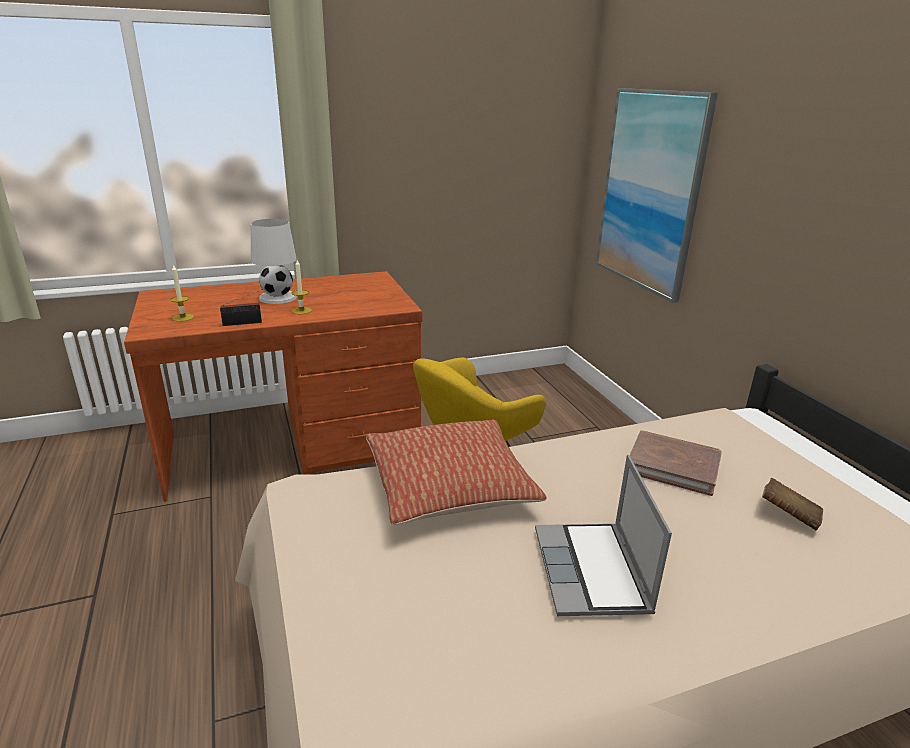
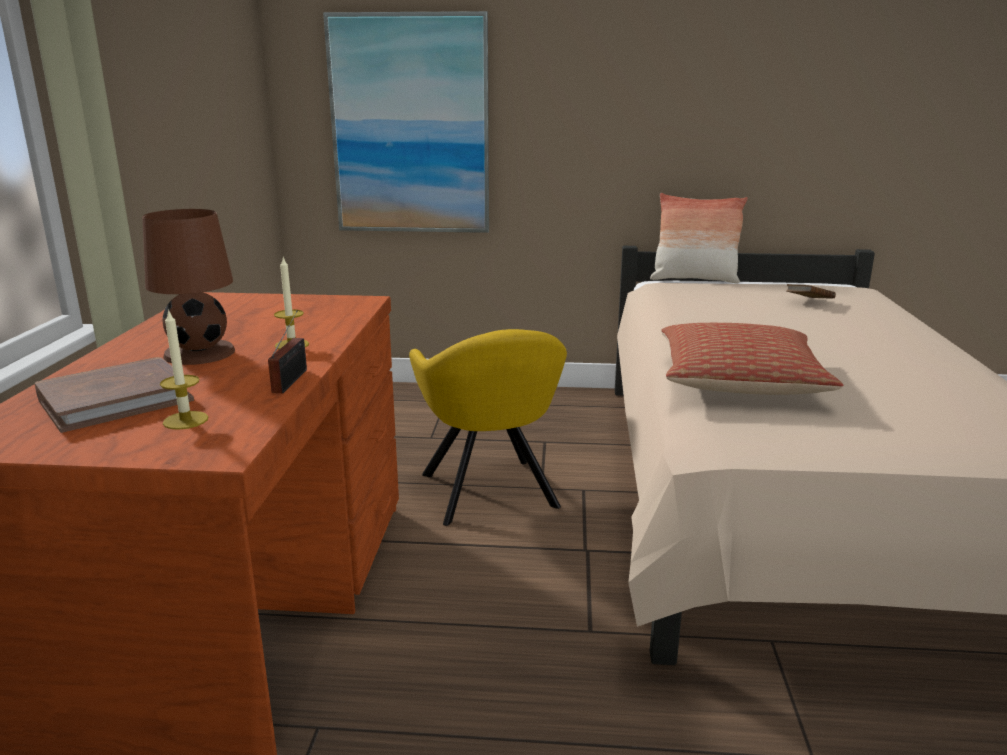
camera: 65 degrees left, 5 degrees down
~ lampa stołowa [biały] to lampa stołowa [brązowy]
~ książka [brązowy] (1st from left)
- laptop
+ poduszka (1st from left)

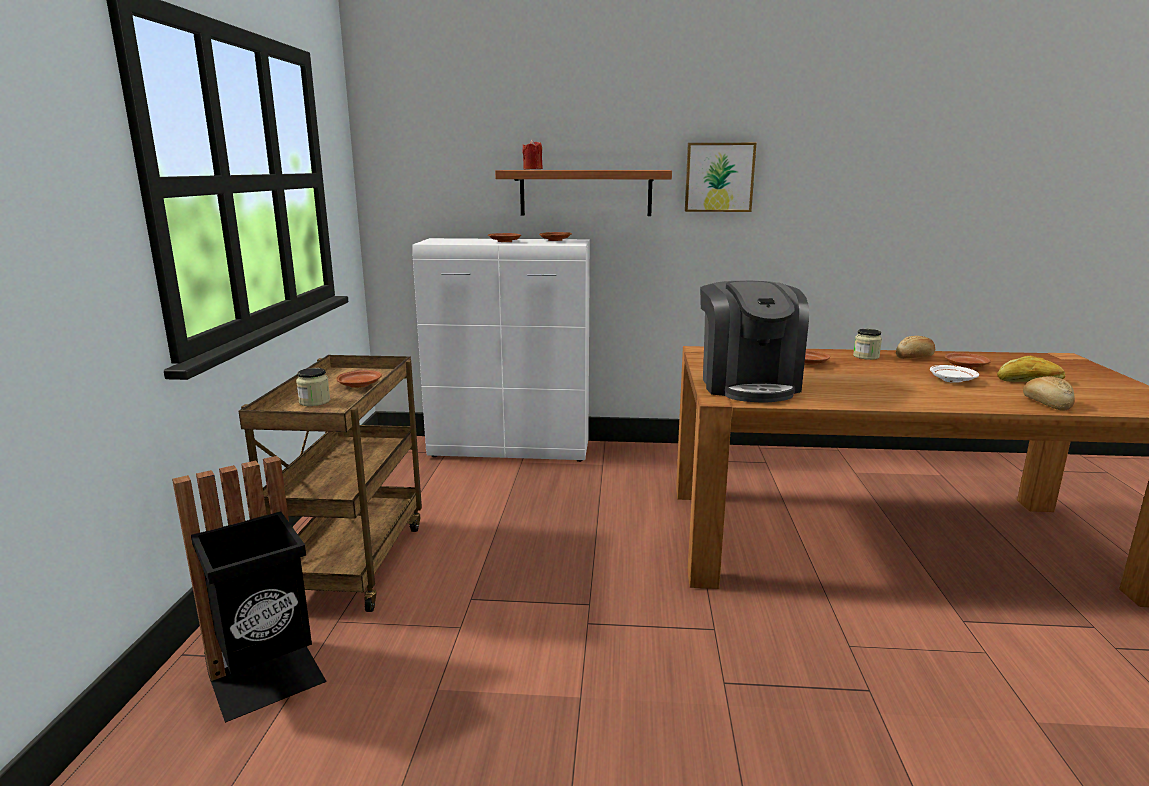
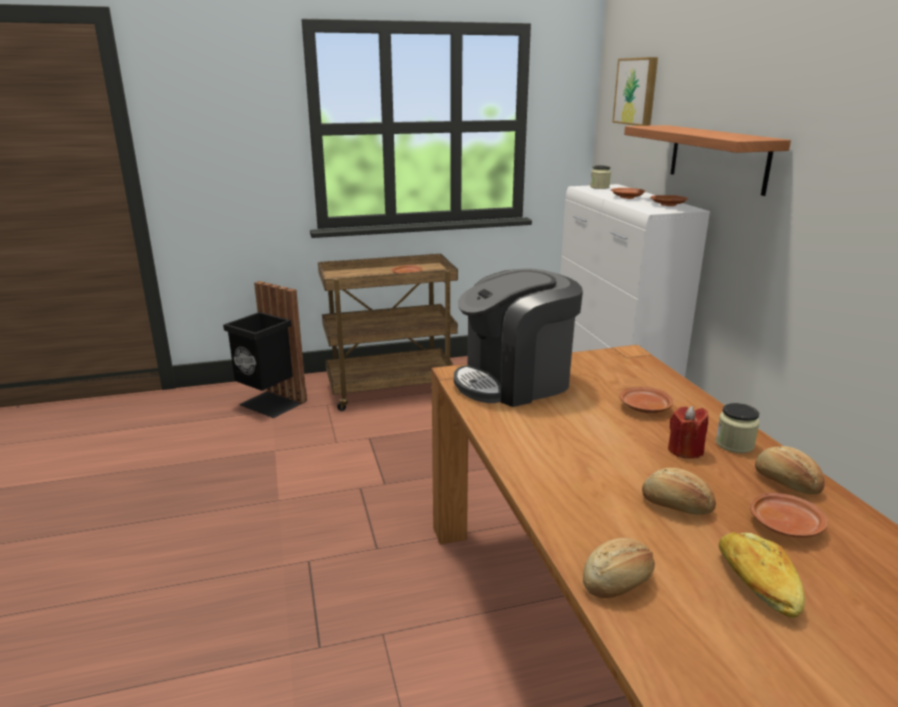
camera: 70 degrees right, 5 degrees up
~ świeca [czerwony]
~ obraz
~ talerz [biały] to chleb (2nd from left)
~ słoik (1st from left)

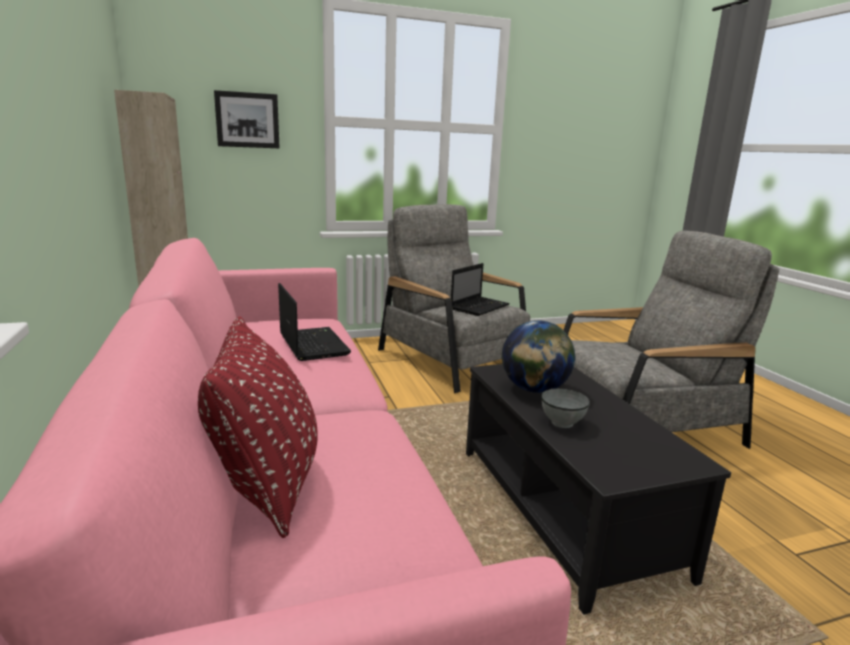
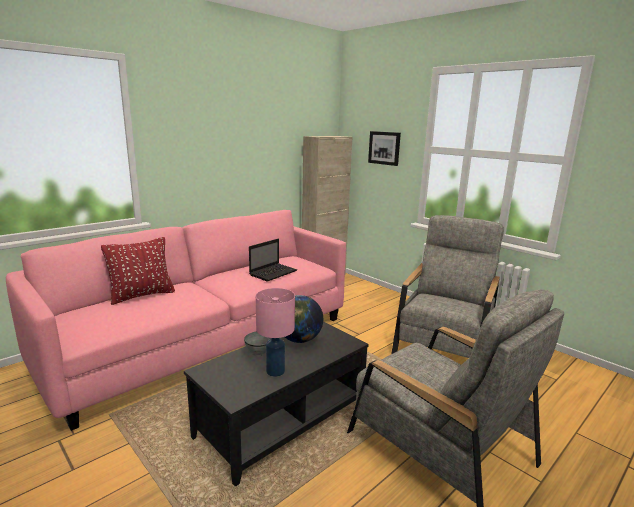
camera: 65 degrees right, 0 degrees up
- laptop (2nd from left)
+ lampa stołowa [różowy]

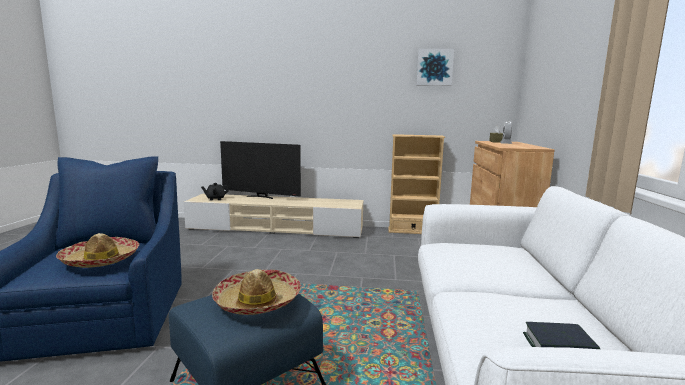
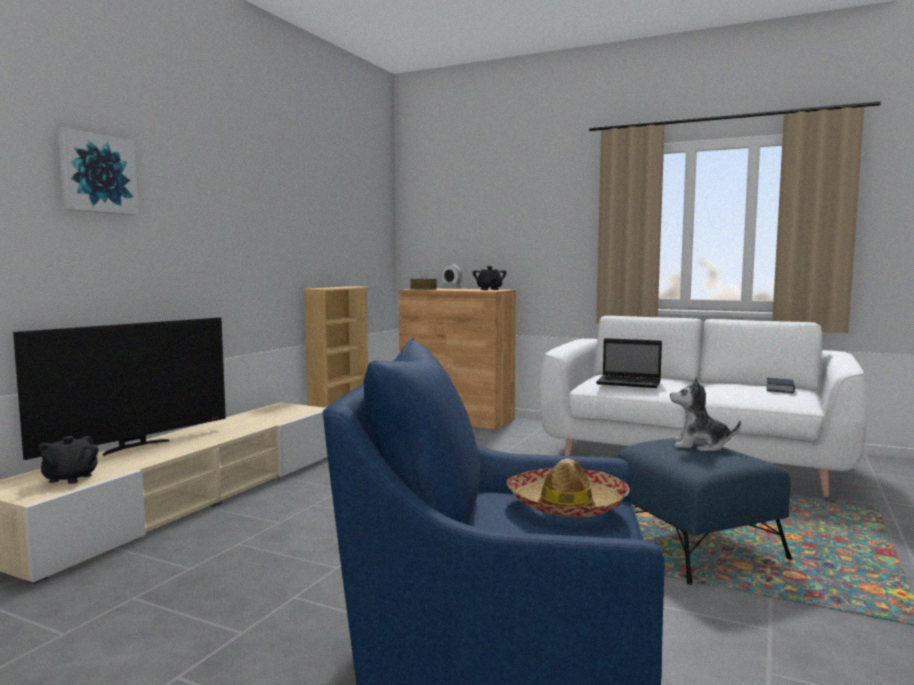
camera: 70 degrees left, 5 degrees down
~ obraz
~ kapelusz (2nd from left) to pluszak
+ imbryk [czarny] (2nd from left)
+ laptop

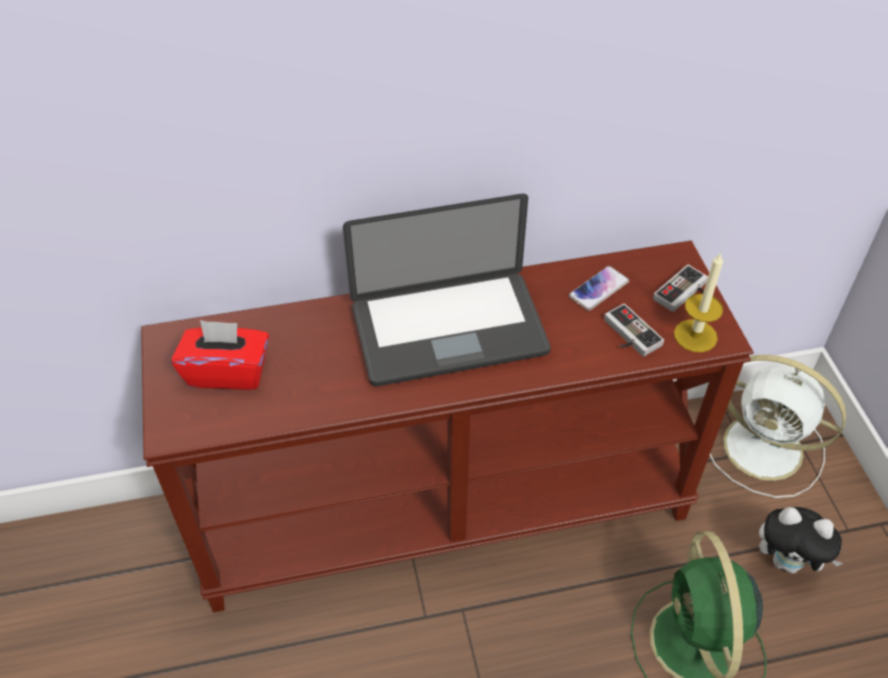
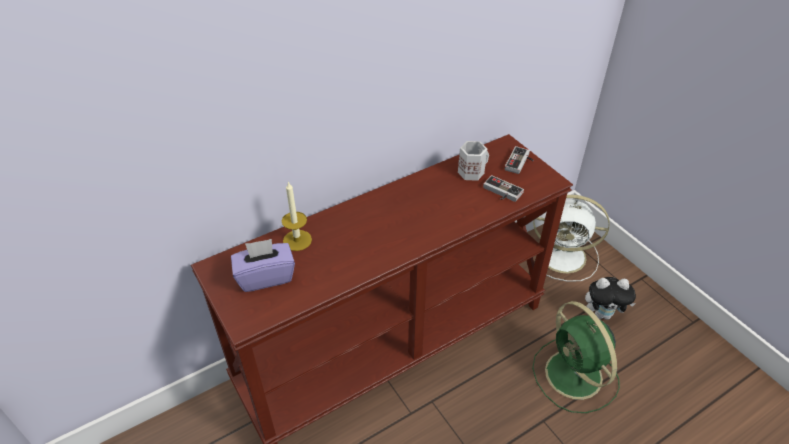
camera: 20 degrees left, 5 degrees down
- laptop
~ świeca
~ telefon to kubek [biały]
~ pudełko chusteczek [czerwony] to pudełko chusteczek [fioletowy]

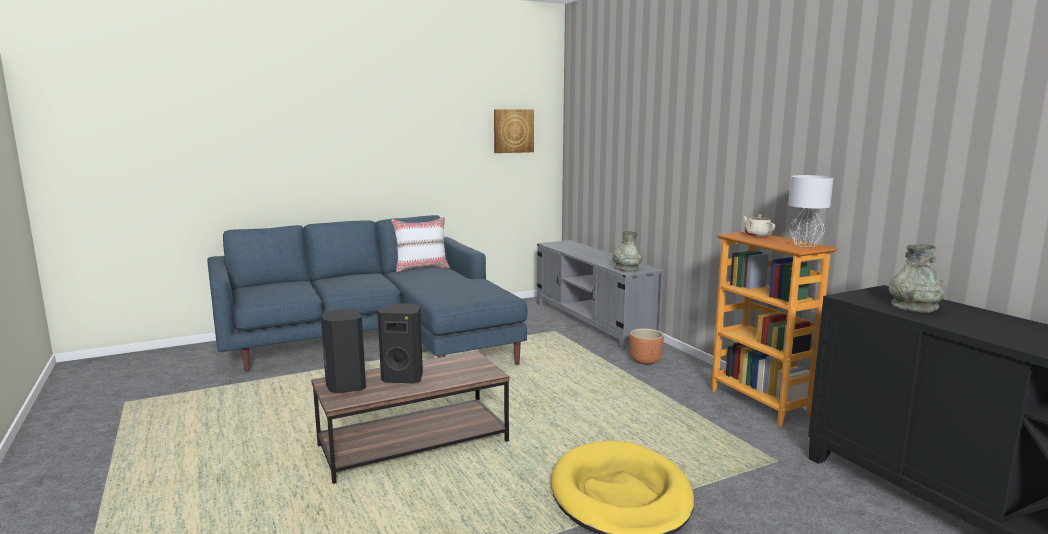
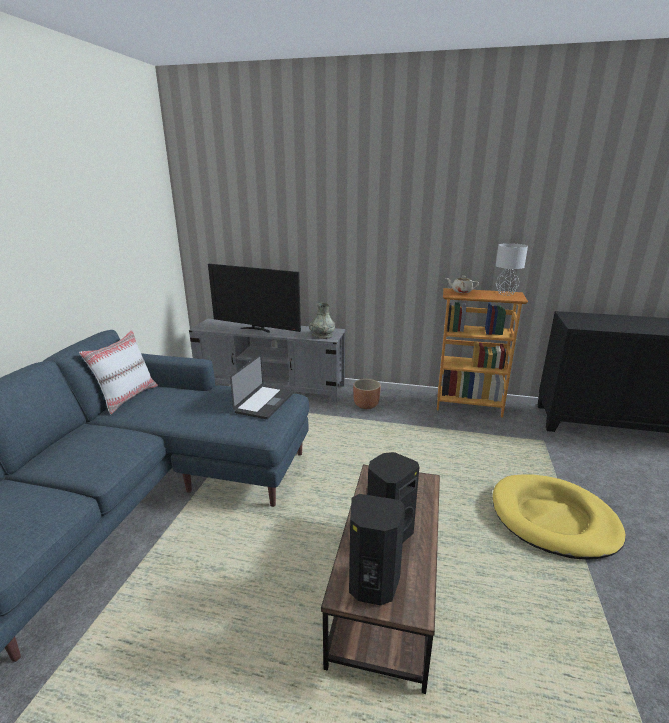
camera: 50 degrees left, 10 degrees up
- obraz
- wazon [szary] (2nd from left)
+ telewizor
+ laptop

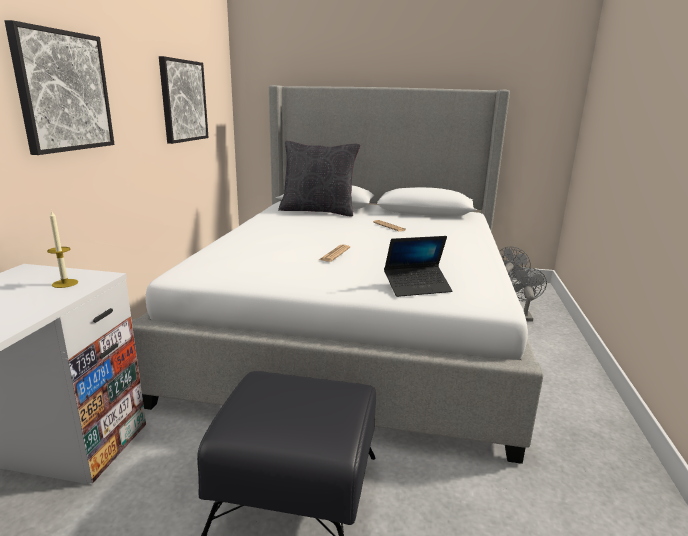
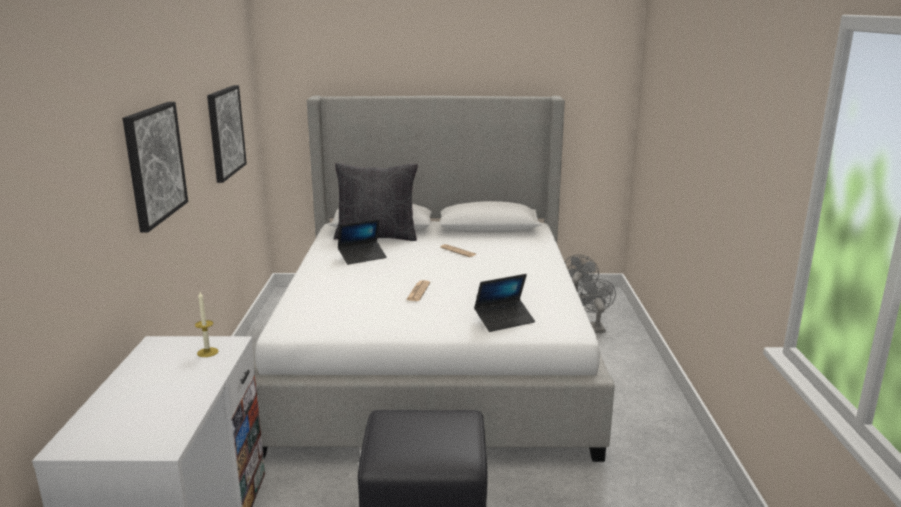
camera: 10 degrees left, 0 degrees up
+ laptop (1st from left)

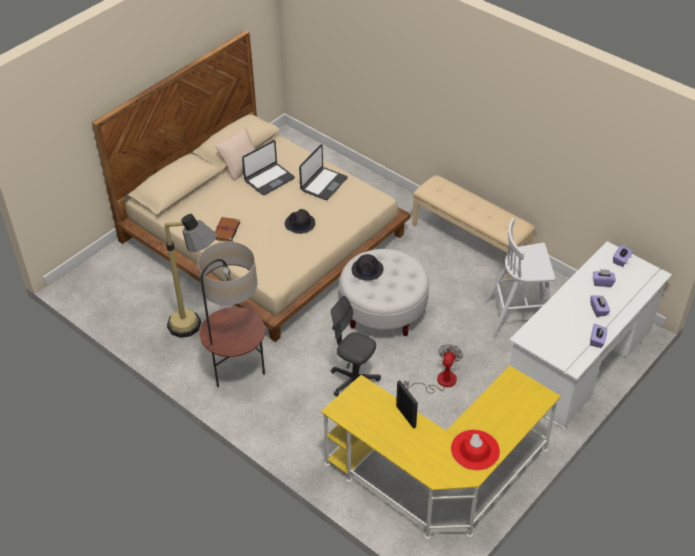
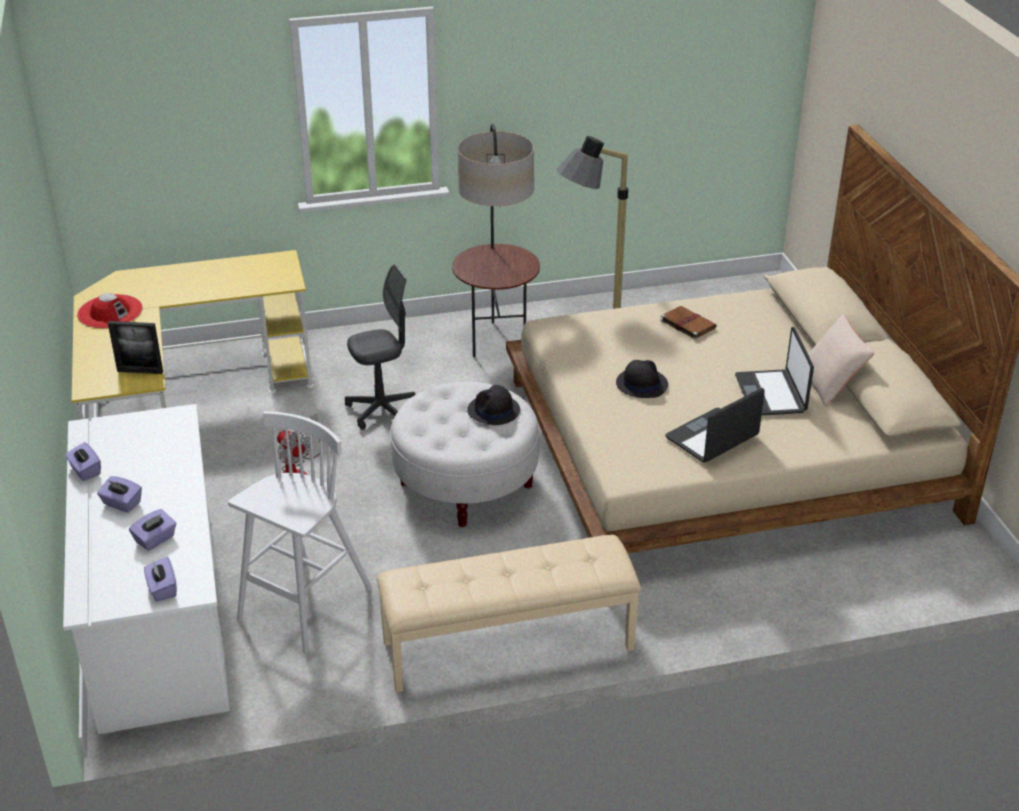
camera: 125 degrees right, 10 degrees down
~ laptop (2nd from left in the first image) 75 degrees clockwise
~ ramka na zdjęcie

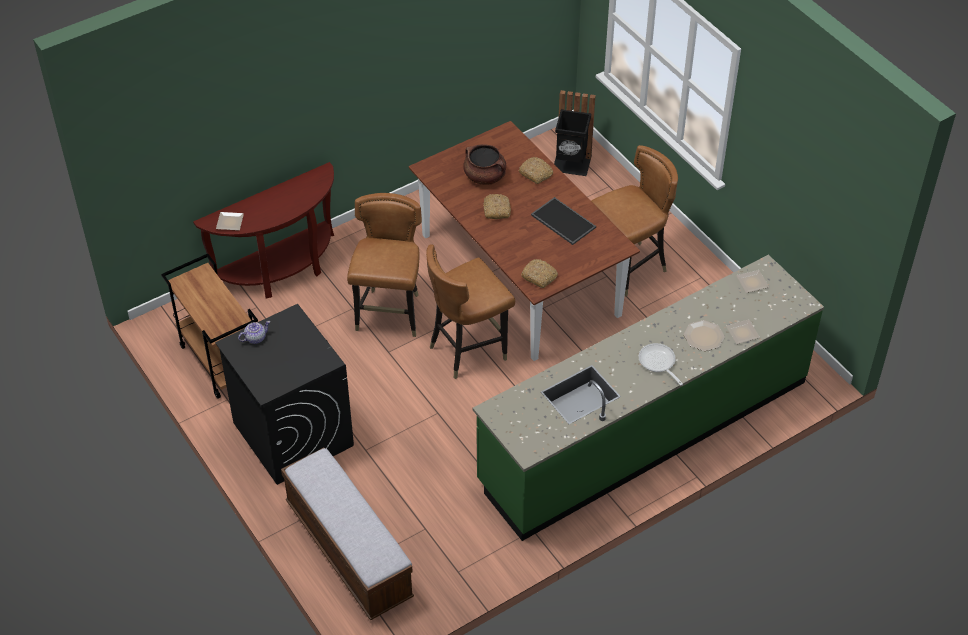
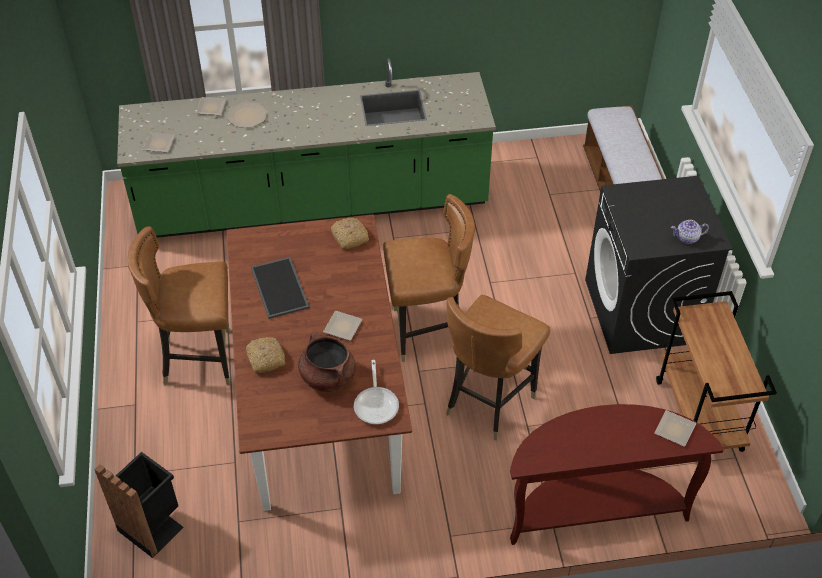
camera: 155 degrees left, 0 degrees up
~ chleb (1st from left) to talerz (4th from left)
~ patelnia

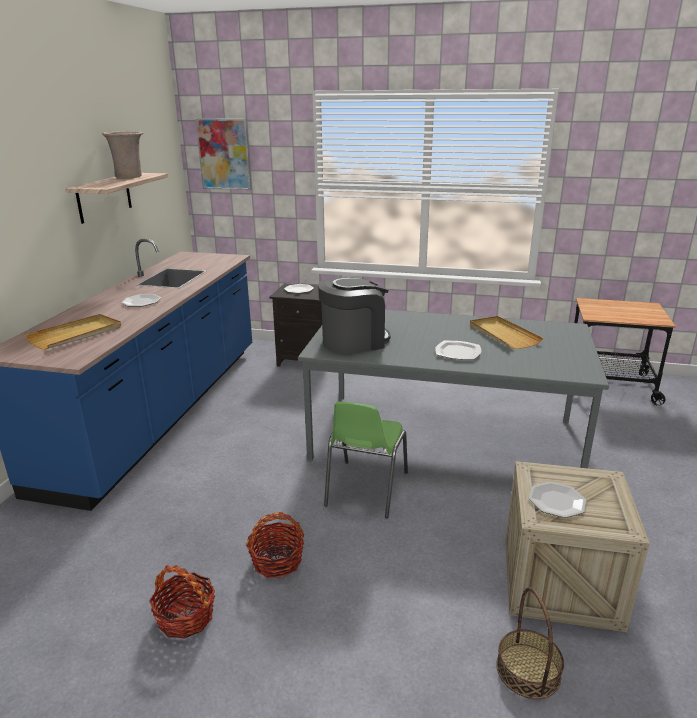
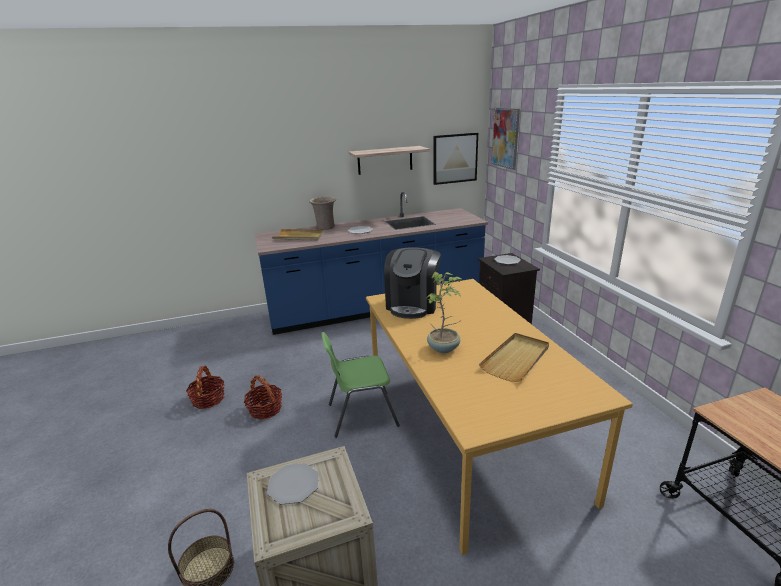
camera: 60 degrees right, 0 degrees up
~ wazon [beżowy]
~ ekspres do kawy 75 degrees clockwise
~ stół jadalny [szary] to stół jadalny [pomarańczowy]
~ talerz (3rd from left) to roślina doniczkowa
+ obraz (1st from left)

